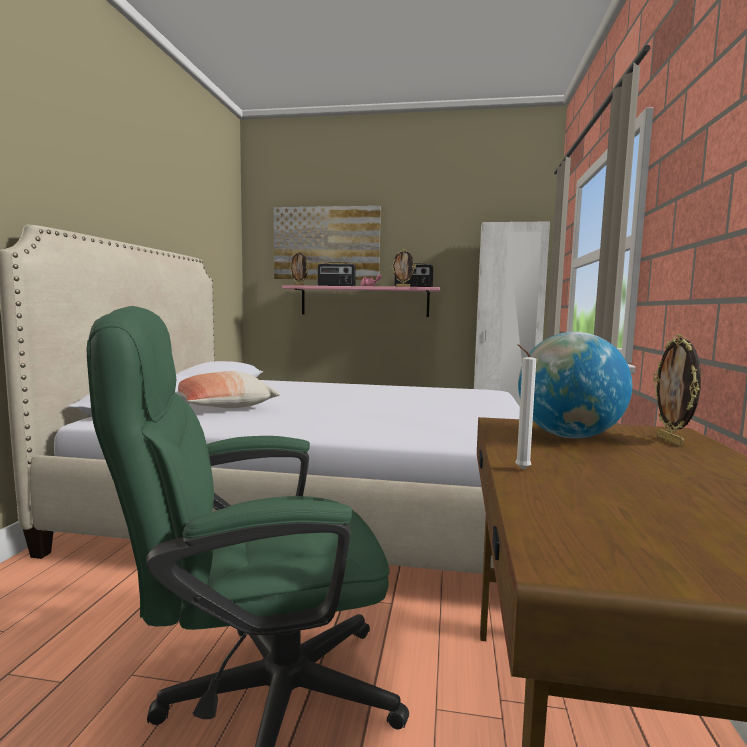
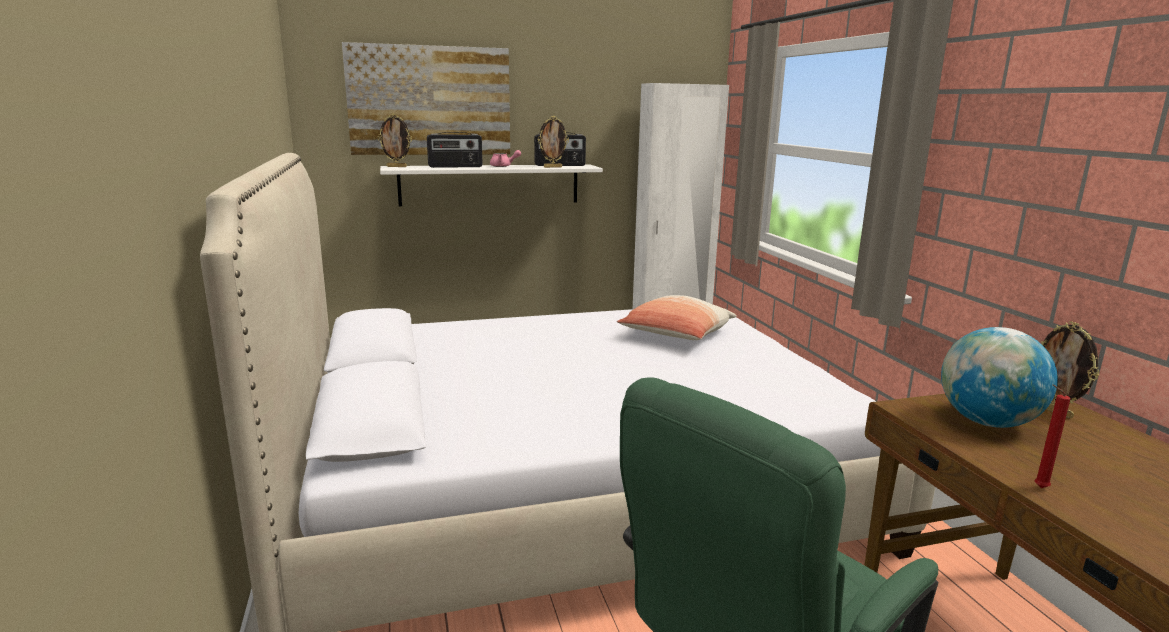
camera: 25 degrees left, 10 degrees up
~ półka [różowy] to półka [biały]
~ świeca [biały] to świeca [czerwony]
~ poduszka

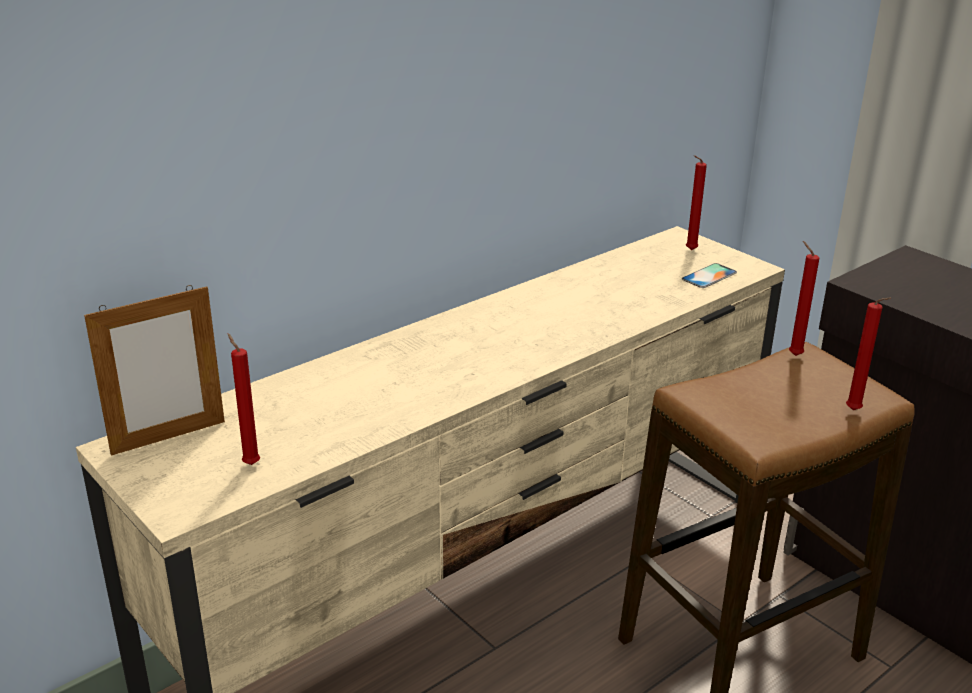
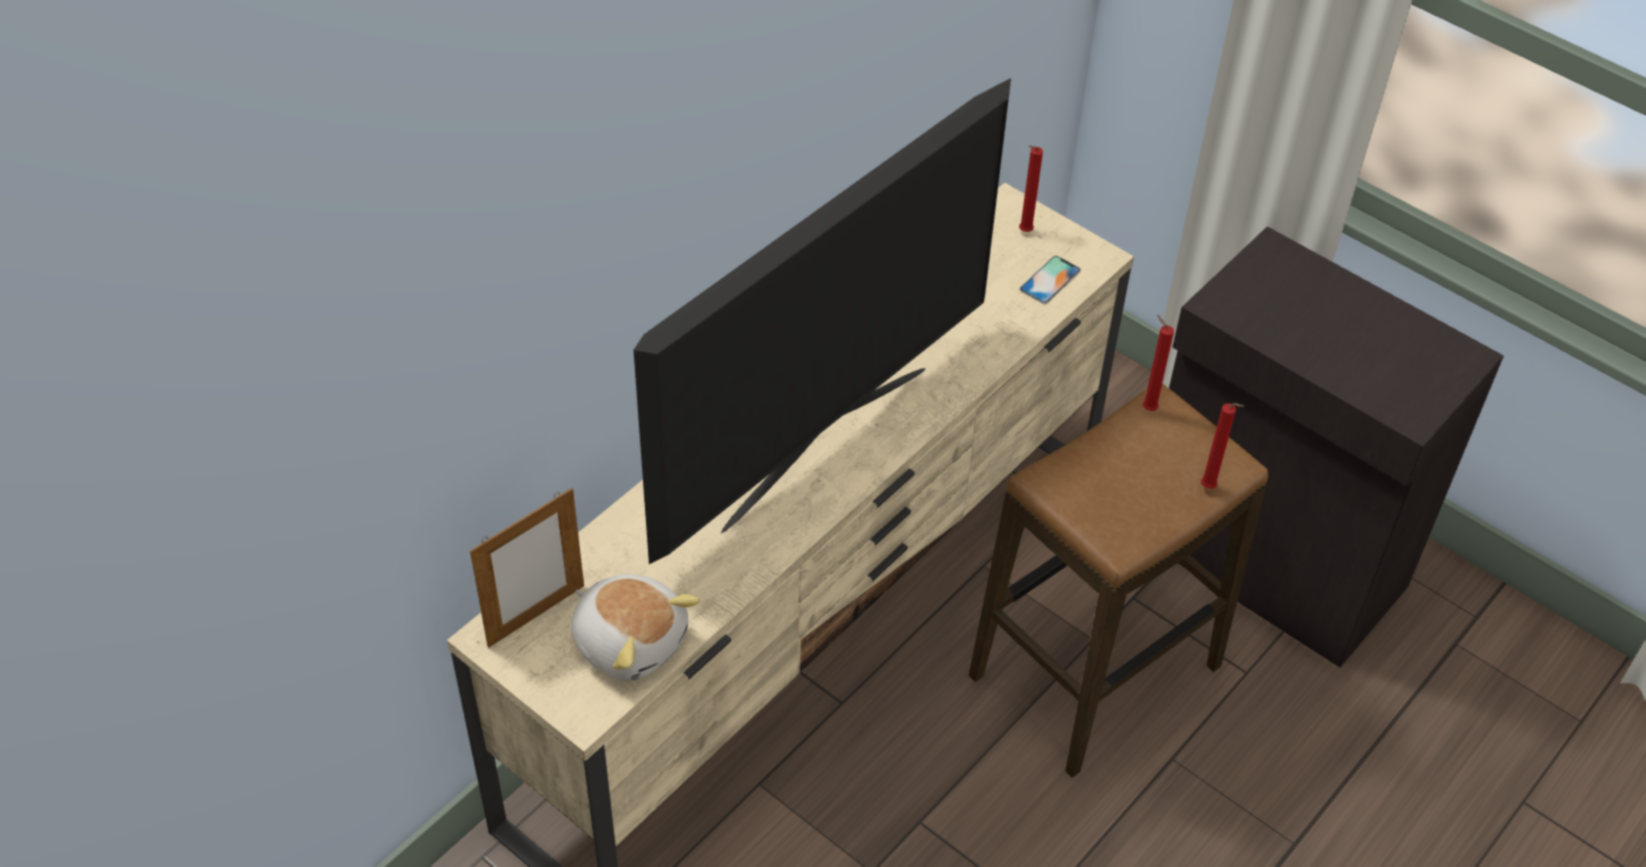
camera: 10 degrees left, 20 degrees up
~ świeca [czerwony] (1st from left) to pluszak
+ telewizor

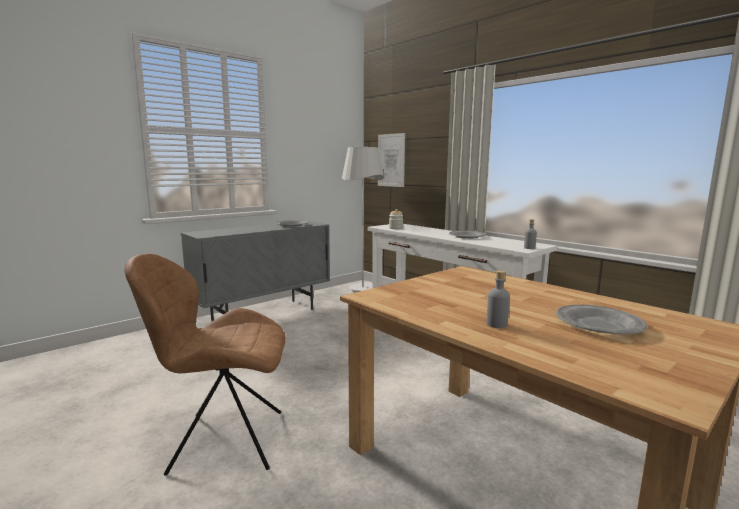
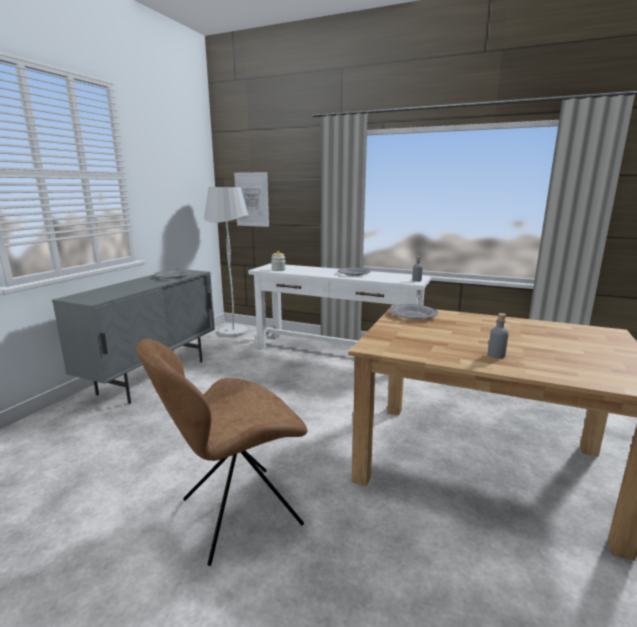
camera: 25 degrees left, 5 degrees up
~ talerz [szary] (3rd from left)

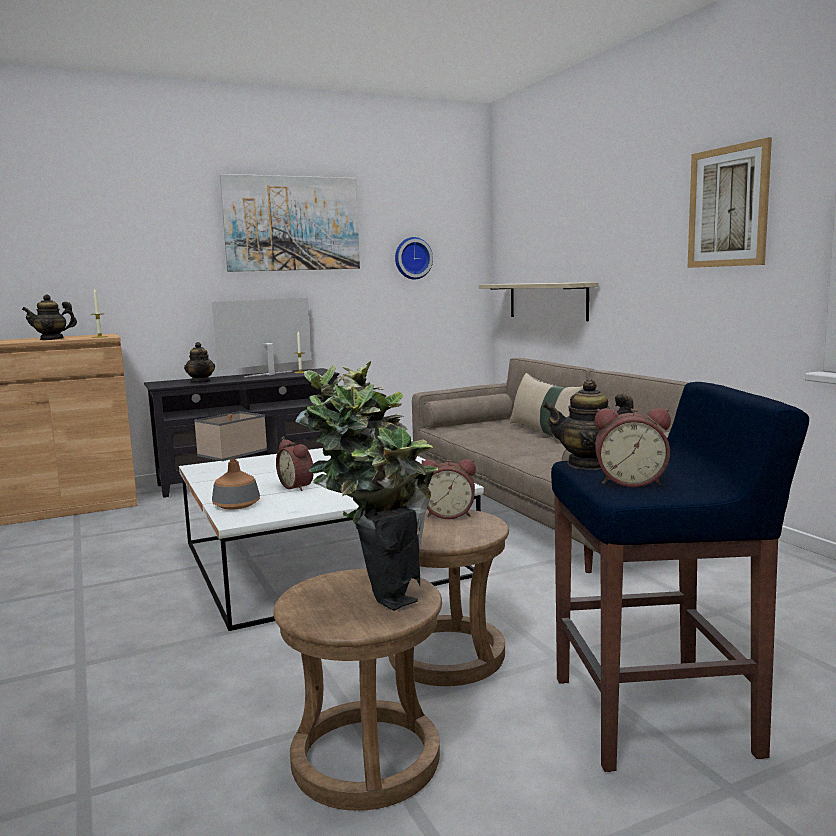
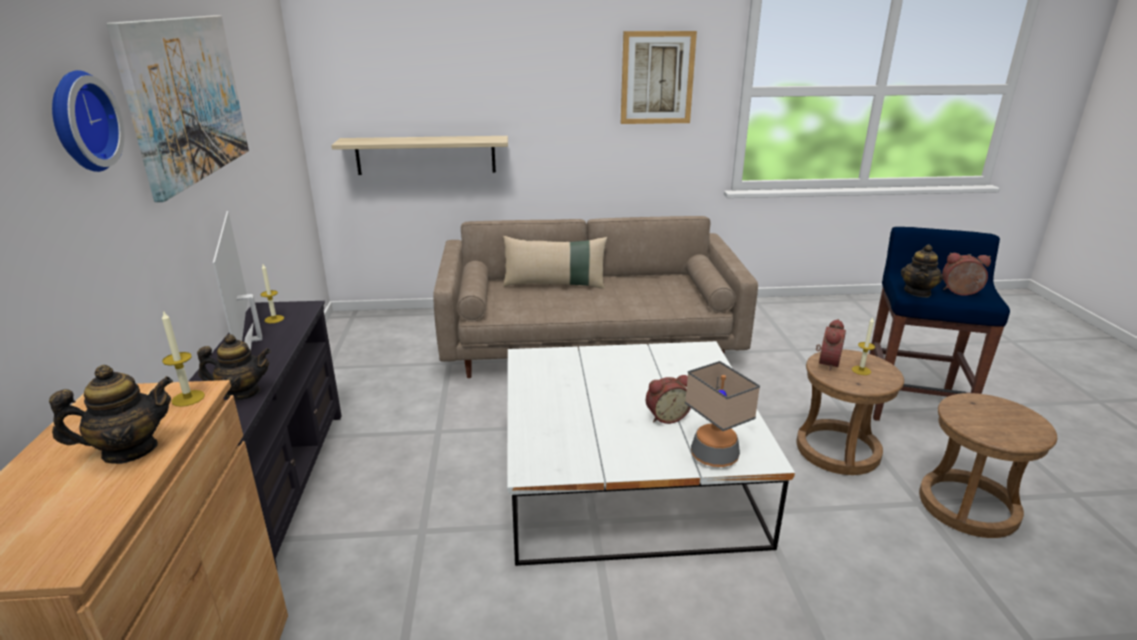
camera: 70 degrees left, 15 degrees up
~ zegar ścienny
~ imbryk (1st from left) 120 degrees counterclockwise
- roślina doniczkowa
~ budzik (3rd from left) 105 degrees counterclockwise
+ świeca (3rd from left)

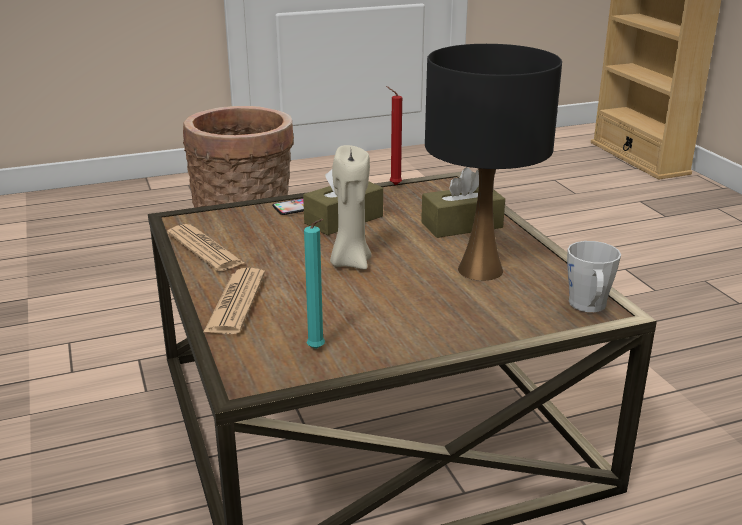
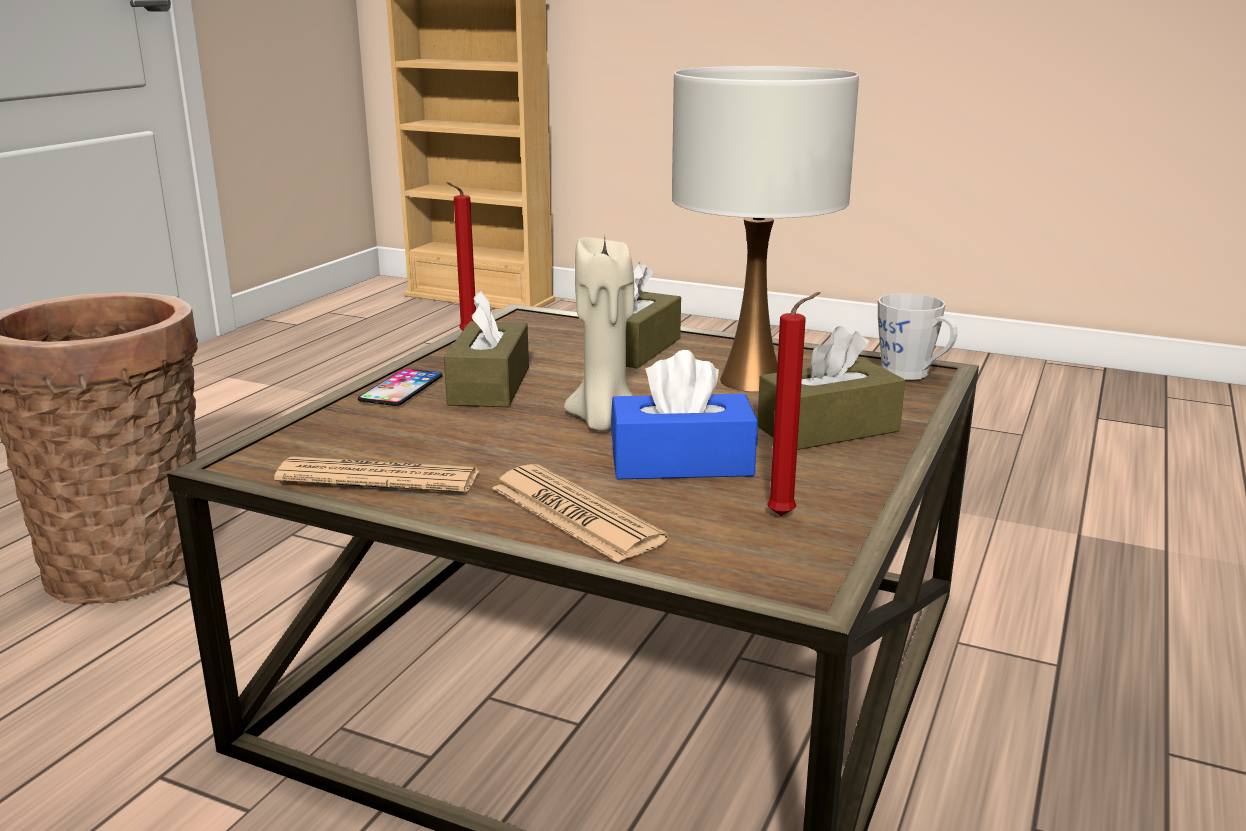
camera: 45 degrees left, 5 degrees down
~ lampa stołowa [czarny] to lampa stołowa [biały]
~ świeca [turkusowy] to świeca [czerwony] (2nd from left)
+ pudełko chusteczek [brązowy] (3rd from left)
+ pudełko chusteczek [niebieski]

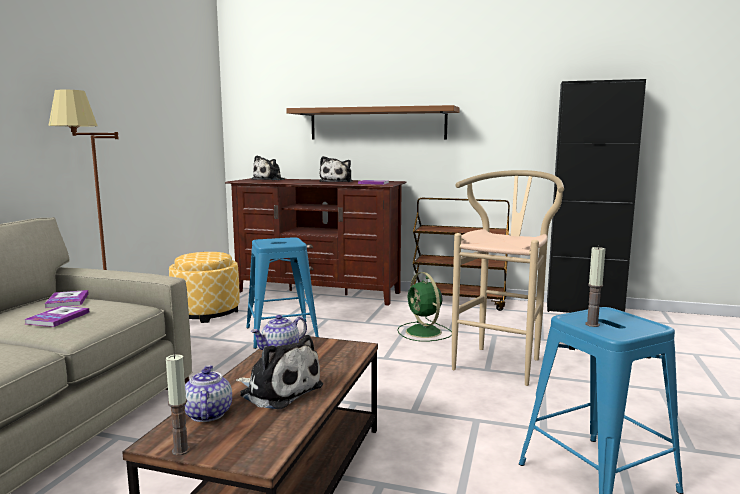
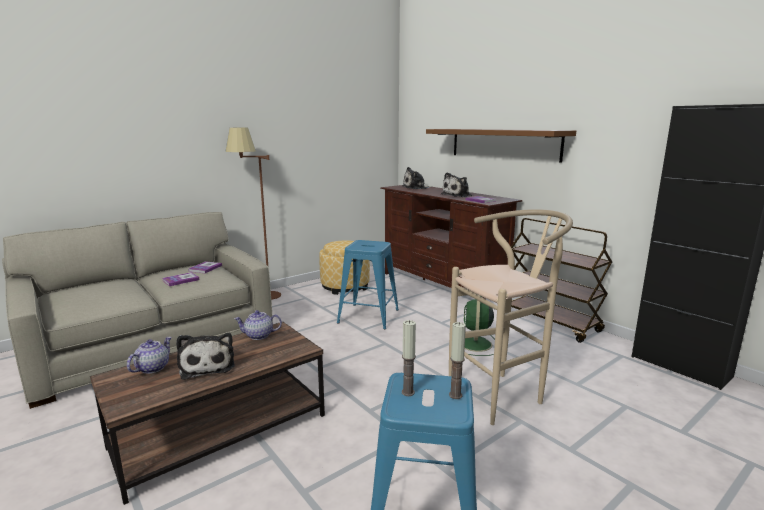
camera: 35 degrees right, 5 degrees up
~ świeca (1st from left in the first image) to świeca (2nd from left)

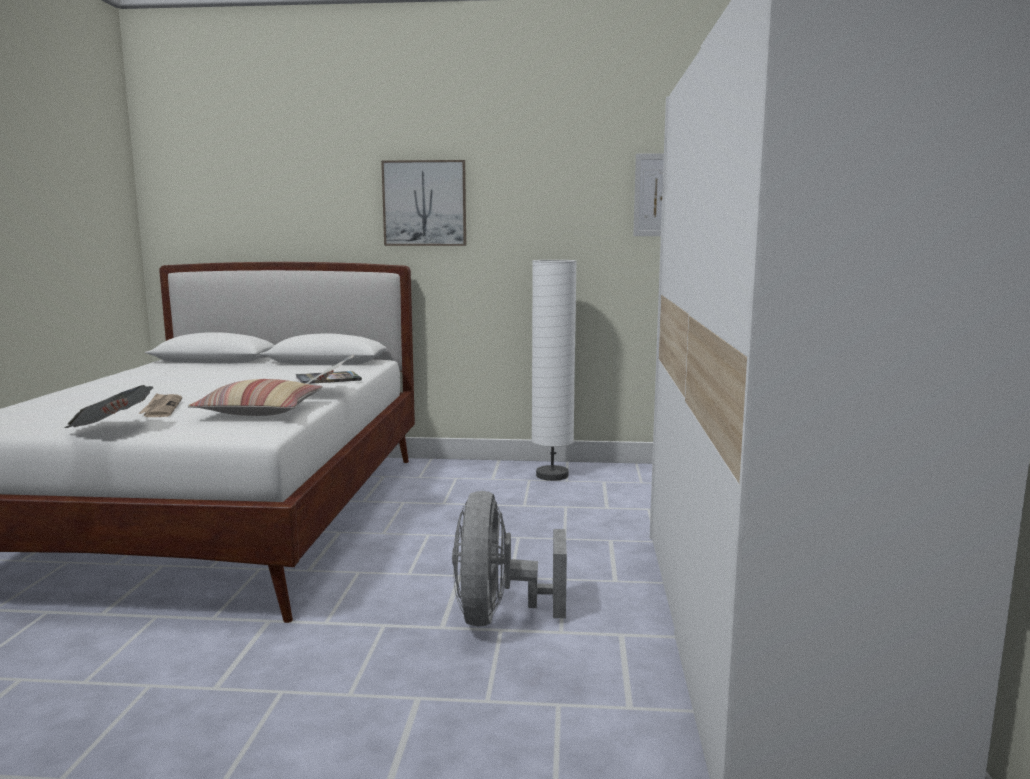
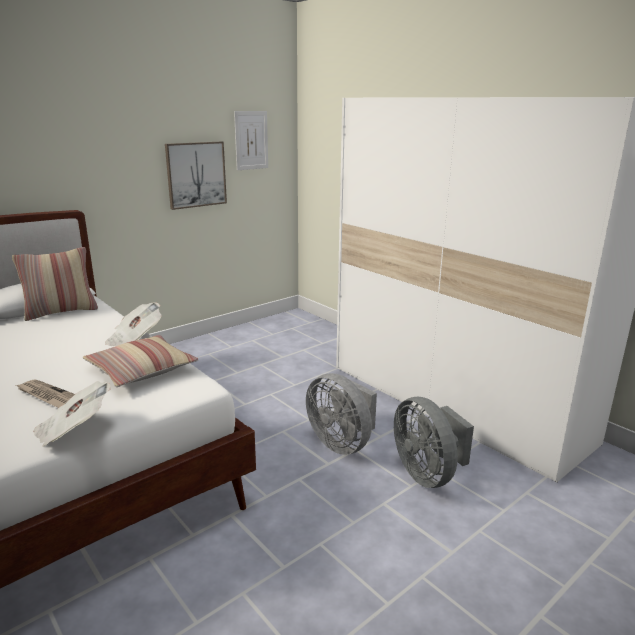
camera: 45 degrees left, 10 degrees up
~ obraz (1st from left)
- lampa stojąca [biały]
- książka
+ poduszka (1st from left)
+ wentylator [szary] (2nd from left)

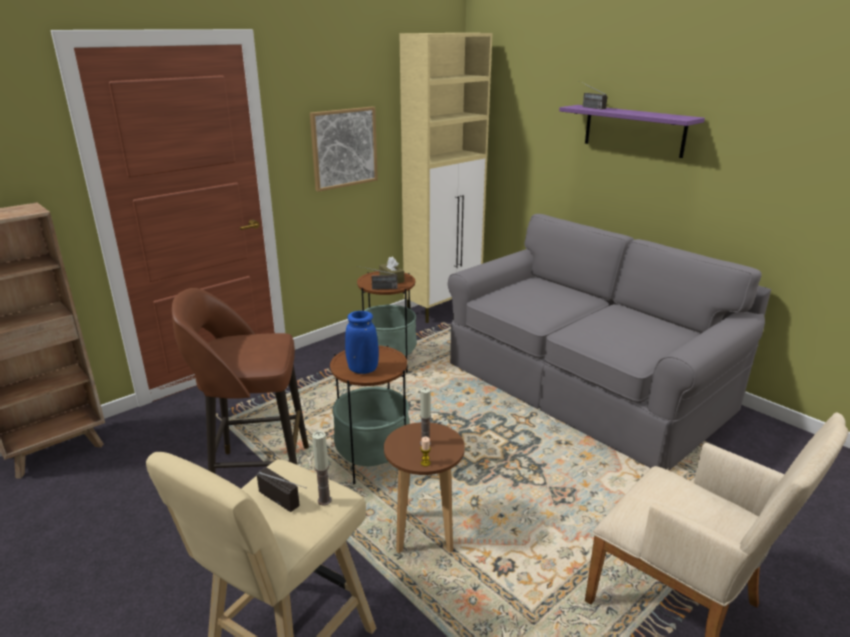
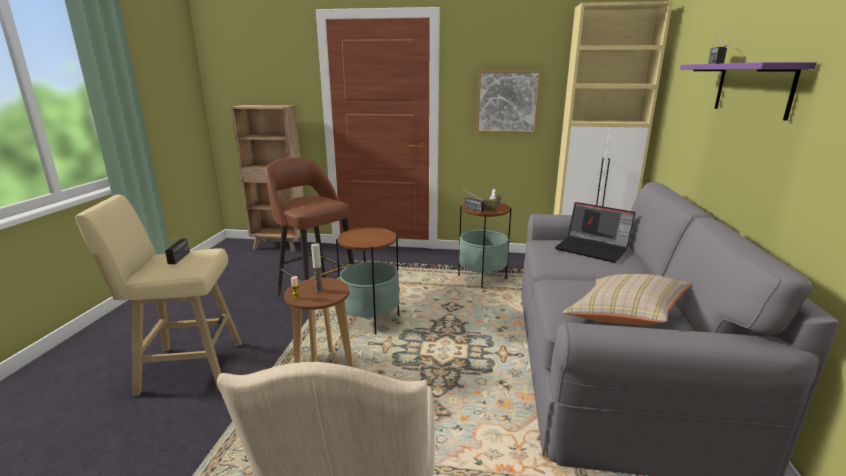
camera: 50 degrees right, 5 degrees down
- wazon [niebieski]
- świeca (1st from left)
+ laptop
+ poduszka [beżowy]

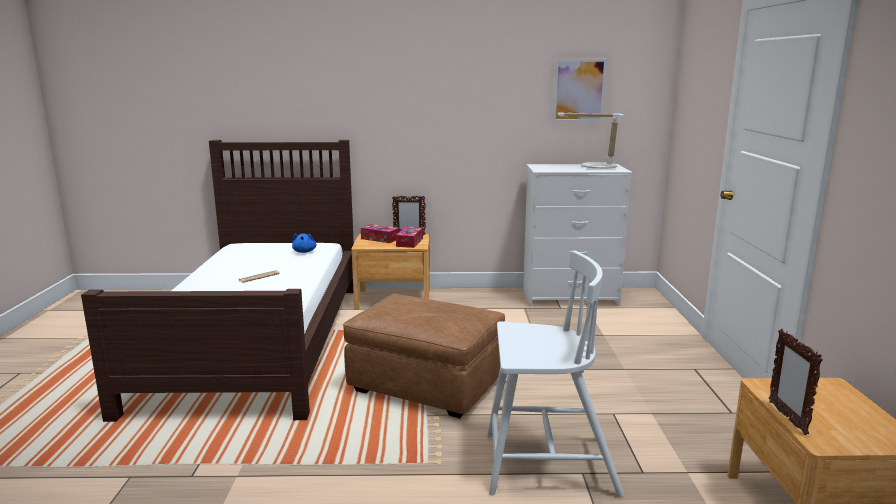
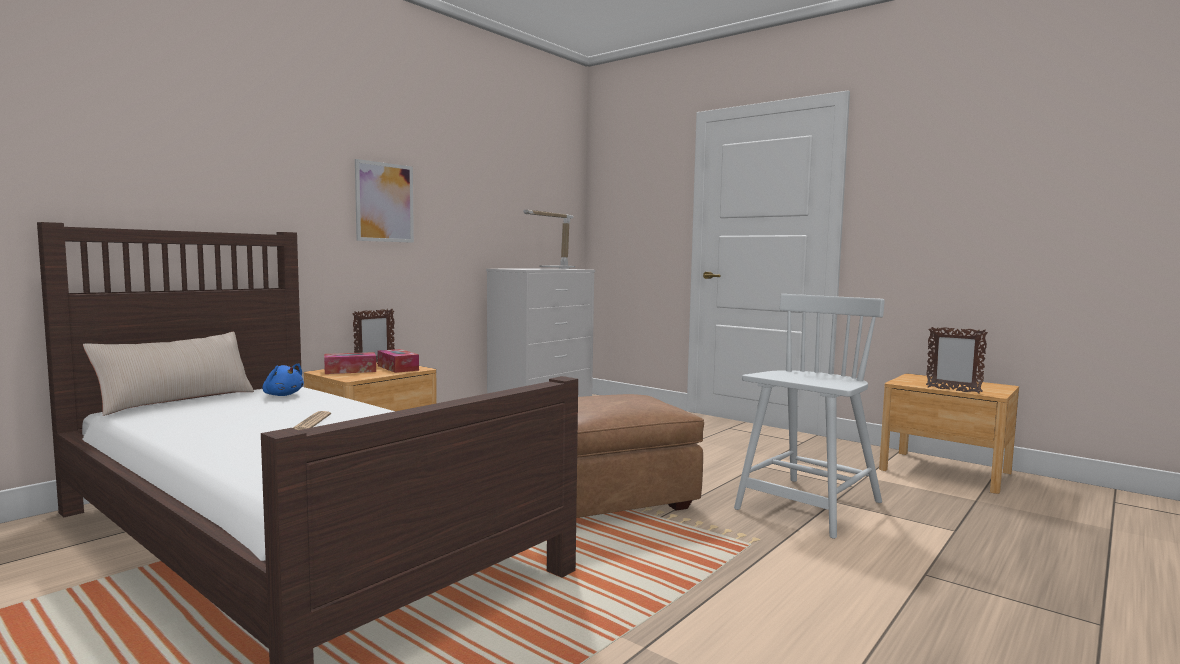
camera: 50 degrees left, 10 degrees down
~ obraz
+ poduszka [beżowy]

